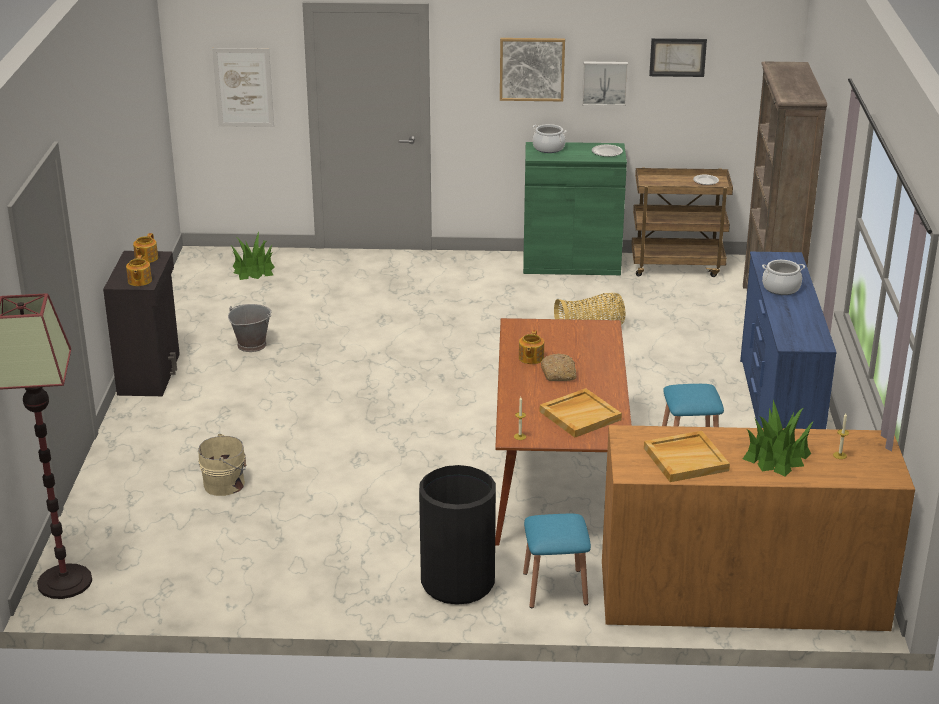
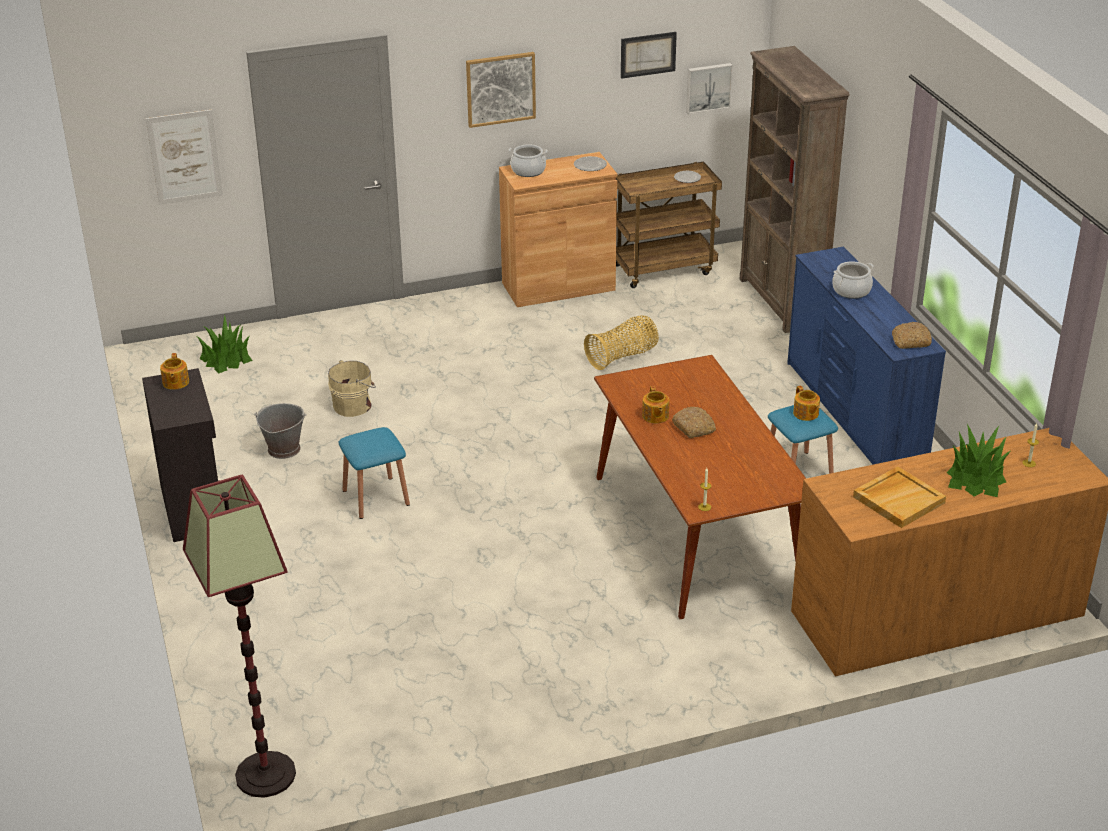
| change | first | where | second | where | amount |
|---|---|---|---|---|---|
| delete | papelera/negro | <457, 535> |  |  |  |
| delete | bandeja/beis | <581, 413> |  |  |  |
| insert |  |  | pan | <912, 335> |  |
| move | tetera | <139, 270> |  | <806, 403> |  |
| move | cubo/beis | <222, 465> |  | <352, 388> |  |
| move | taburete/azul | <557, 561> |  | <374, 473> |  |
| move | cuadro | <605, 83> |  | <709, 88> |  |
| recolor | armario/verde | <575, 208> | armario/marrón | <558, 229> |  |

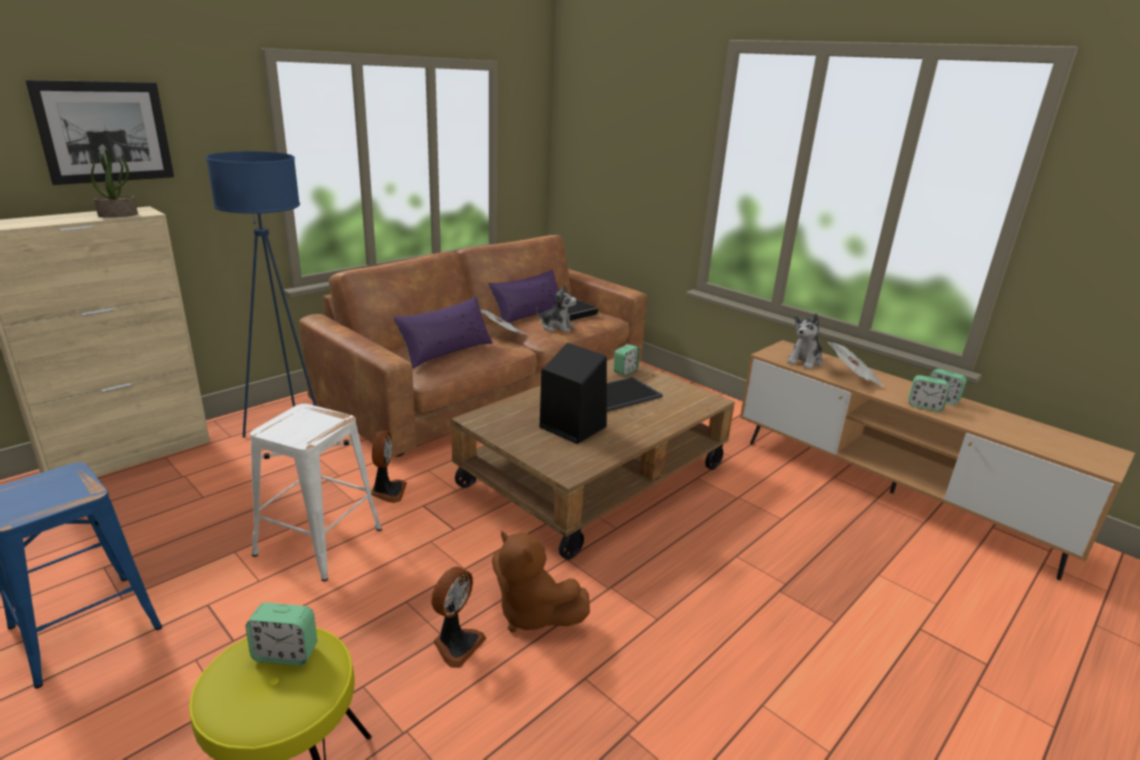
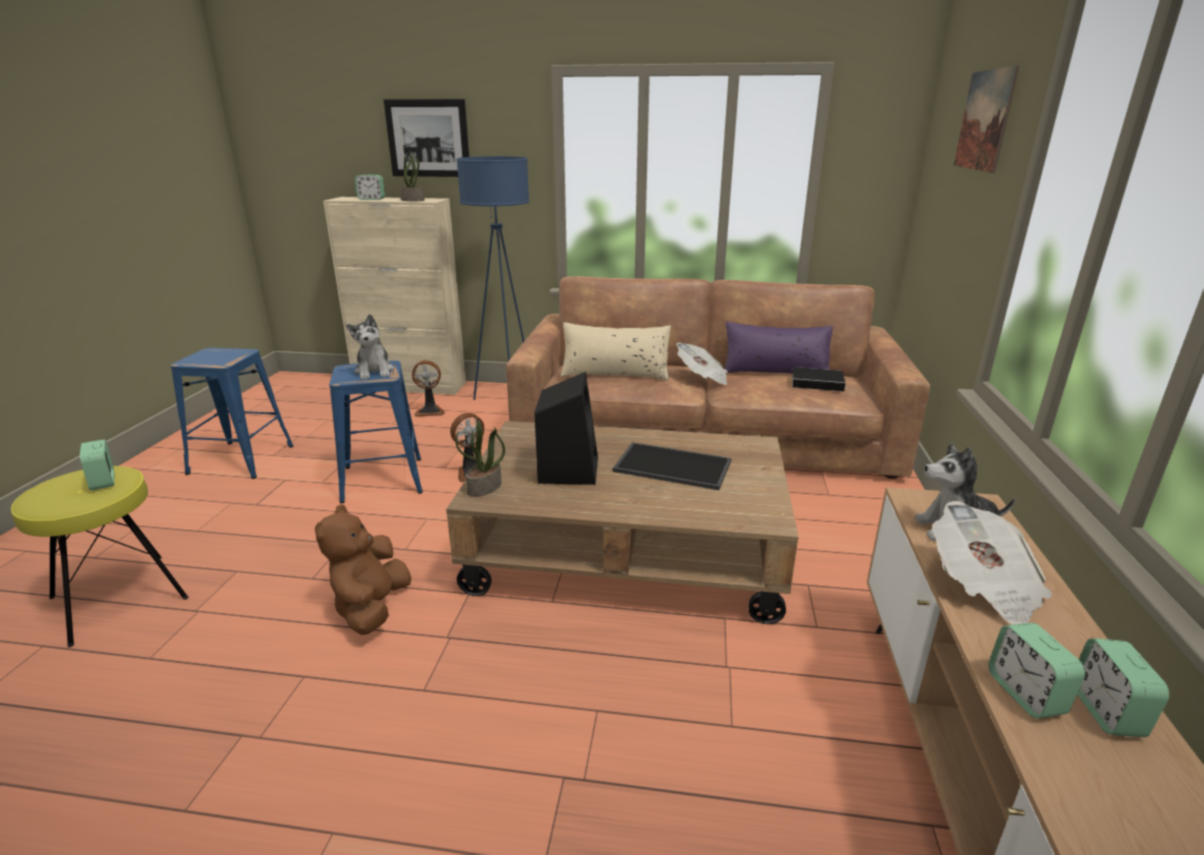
| change | first | where | second | where | amount |
|---|---|---|---|---|---|
| insert |  |  | planta en maceta | <480, 458> |  |
| insert |  |  | cuadro | <987, 119> |  |
| move | ventilador | <459, 617> |  | <428, 388> |  |
| move | peluche | <556, 309> |  | <370, 347> |  |
| move | despertador | <627, 359> |  | <370, 187> |  |
| recolor | taburete/blanco | <316, 492> | taburete/azul | <376, 432> |  |
| recolor | cojín/morado | <443, 332> | cojín/beis | <616, 351> |  |

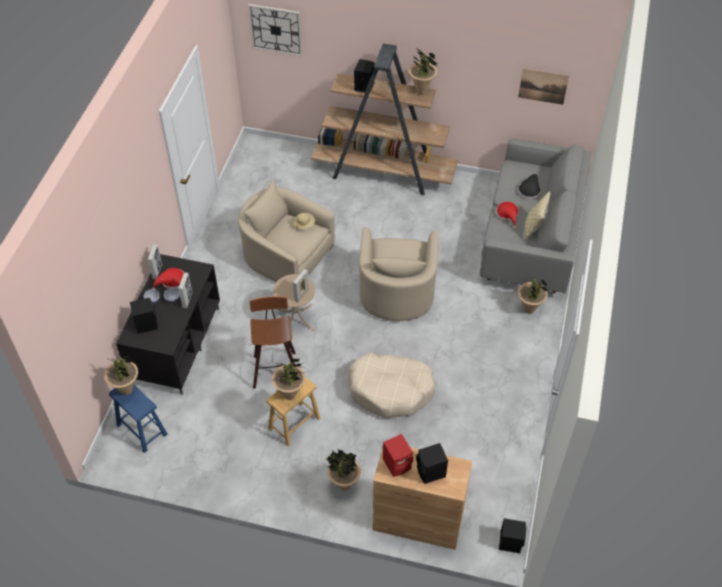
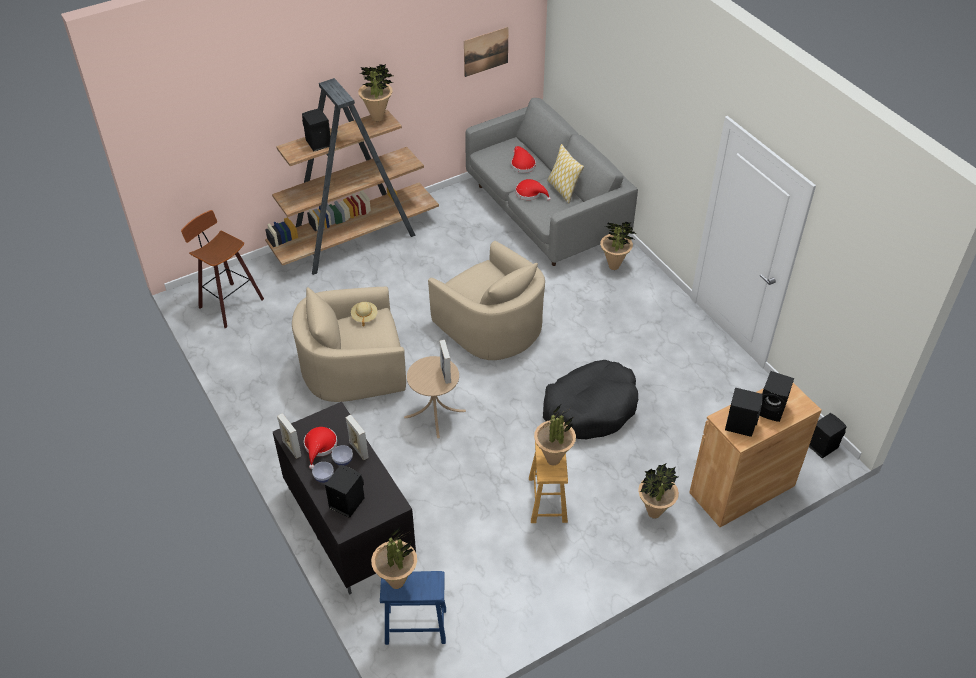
| change | first | where | second | where | amount |
|---|---|---|---|---|---|
| delete | reloj de pared | <275, 30> |  |  |  |
| move | taburete | <272, 342> |  | <222, 269> |  |
| recolor | cama para perro/beis | <392, 384> | cama para perro/negro | <590, 399> |  |
| recolor | altavoz/rojo | <398, 455> | altavoz/negro | <744, 412> |  |
| recolor | sombrero/negro | <529, 186> | sombrero/rojo | <523, 159> |  |

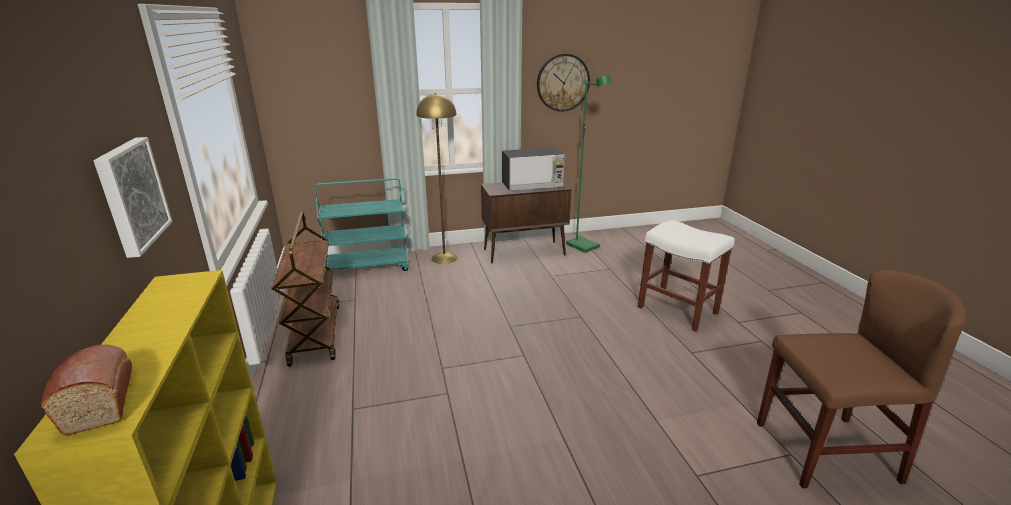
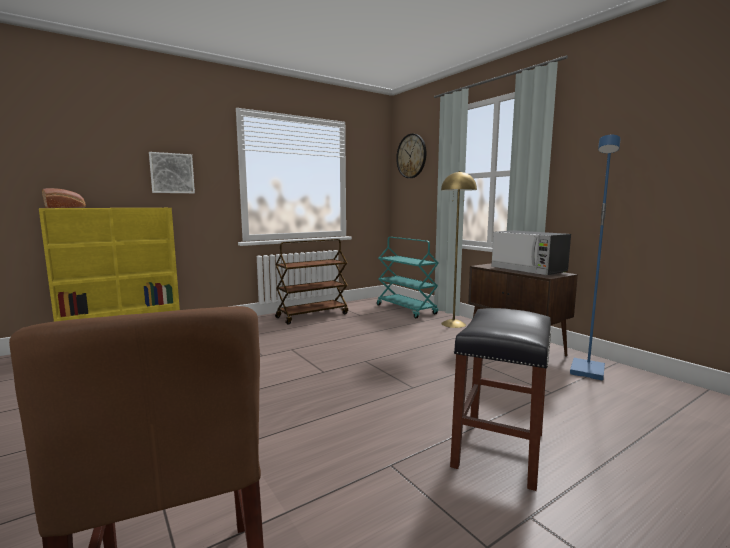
| change | first | where | second | where | amount |
|---|---|---|---|---|---|
| move | reloj de pared | <563, 83> |  | <411, 156> |  |
| recolor | lámpara de pie/verde | <588, 164> | lámpara de pie/azul | <595, 257> |  |
| recolor | taburete/blanco | <686, 276> | taburete/negro | <500, 399> |  |

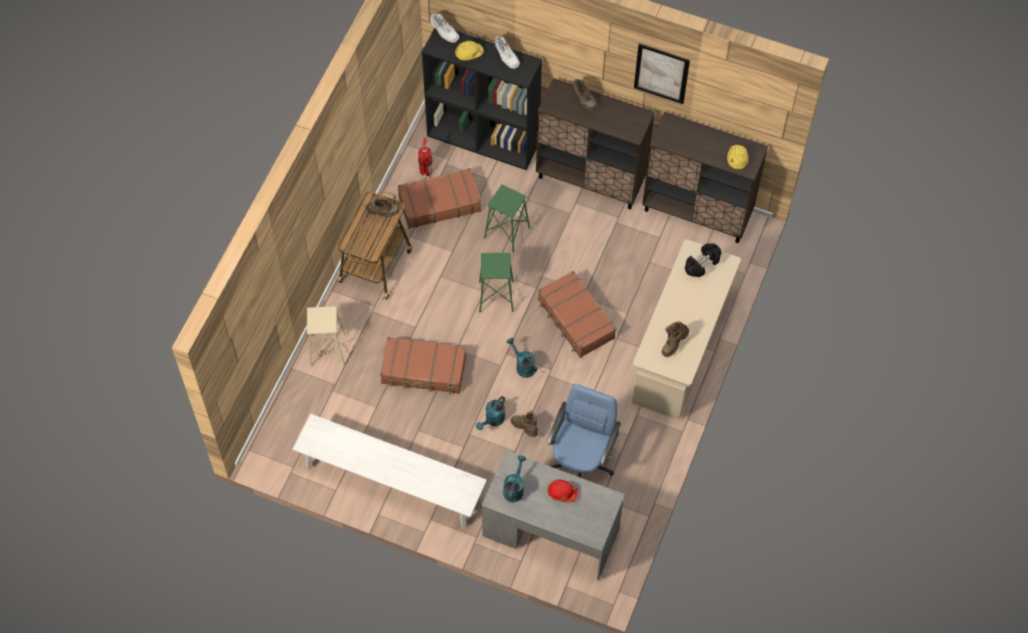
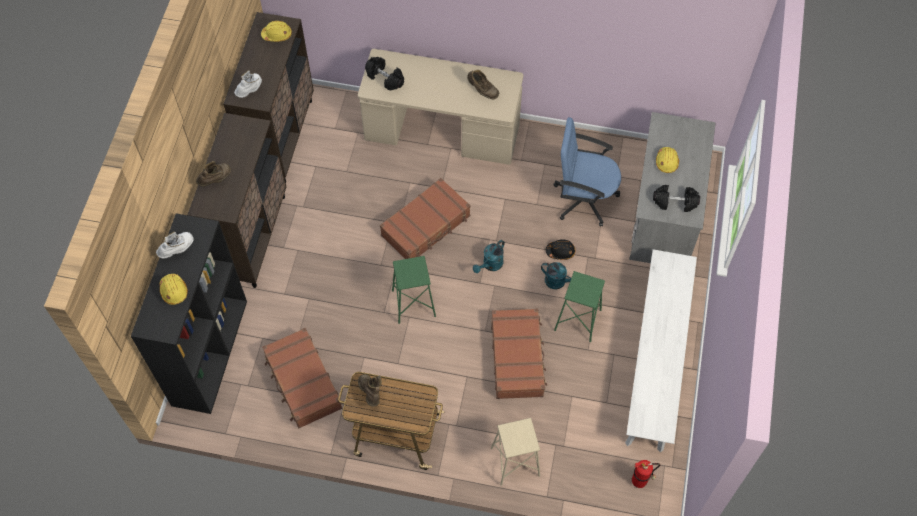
| change | first | where | second | where | amount |
|---|---|---|---|---|---|
| delete | cuadro | <662, 74> |  |  |  |
| move | extintor | <425, 158> |  | <646, 474> |  |
| move | bota/blanco | <444, 28> |  | <248, 84> |  |
| move | taburete/verde | <507, 218> |  | <579, 306> |  |
| replace | regadera/turquesa | <514, 479> | mancuerna/negro | <676, 198> |  |
| replace | bota/marrón | <524, 423> | casco/negro | <560, 249> |  |
| recolor | casco/rojo | <562, 490> | casco/amarillo | <667, 160> |  |

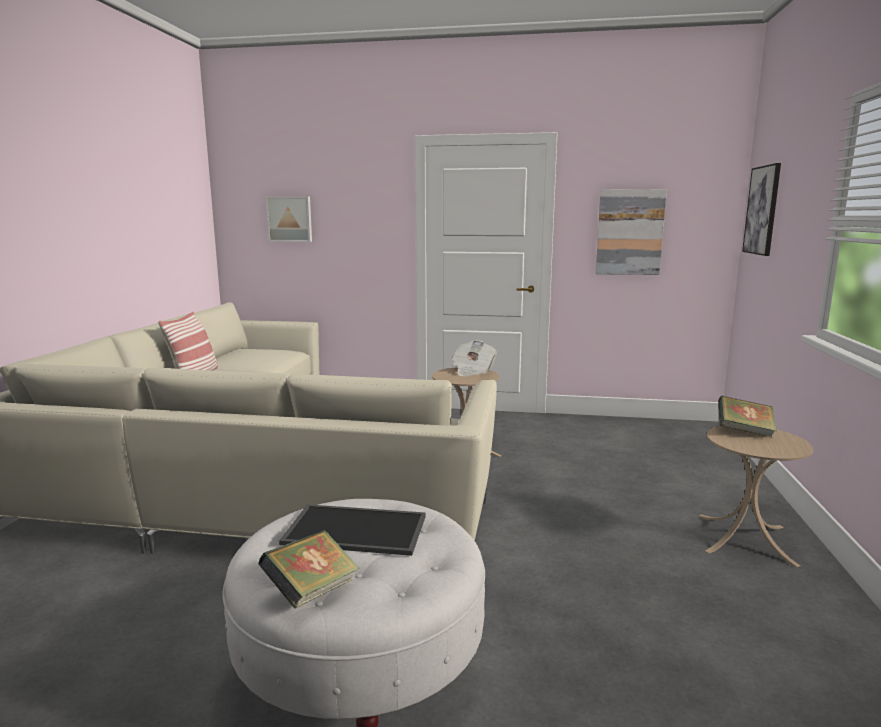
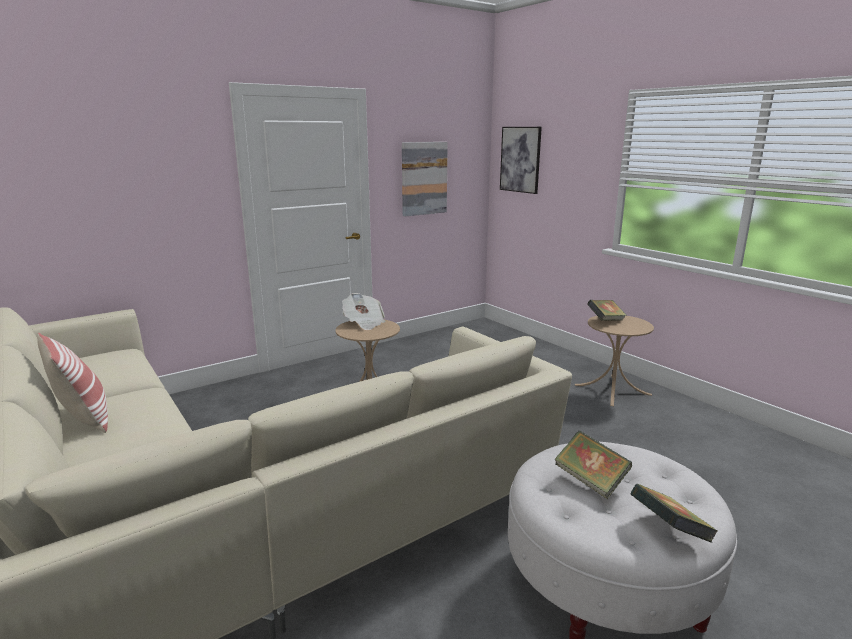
| change | first | where | second | where | amount |
|---|---|---|---|---|---|
| delete | cuadro | <289, 219> |  |  |  |
| replace | bandeja | <352, 530> | libro | <593, 465> |  |

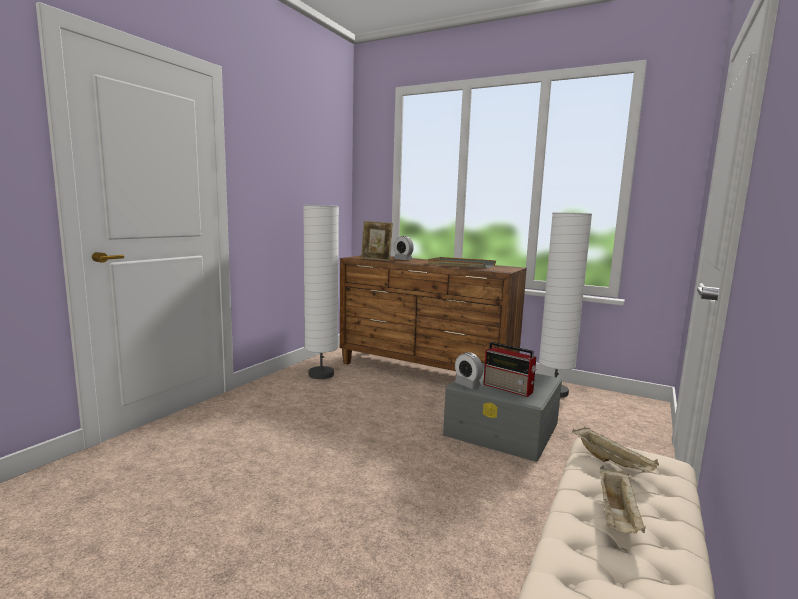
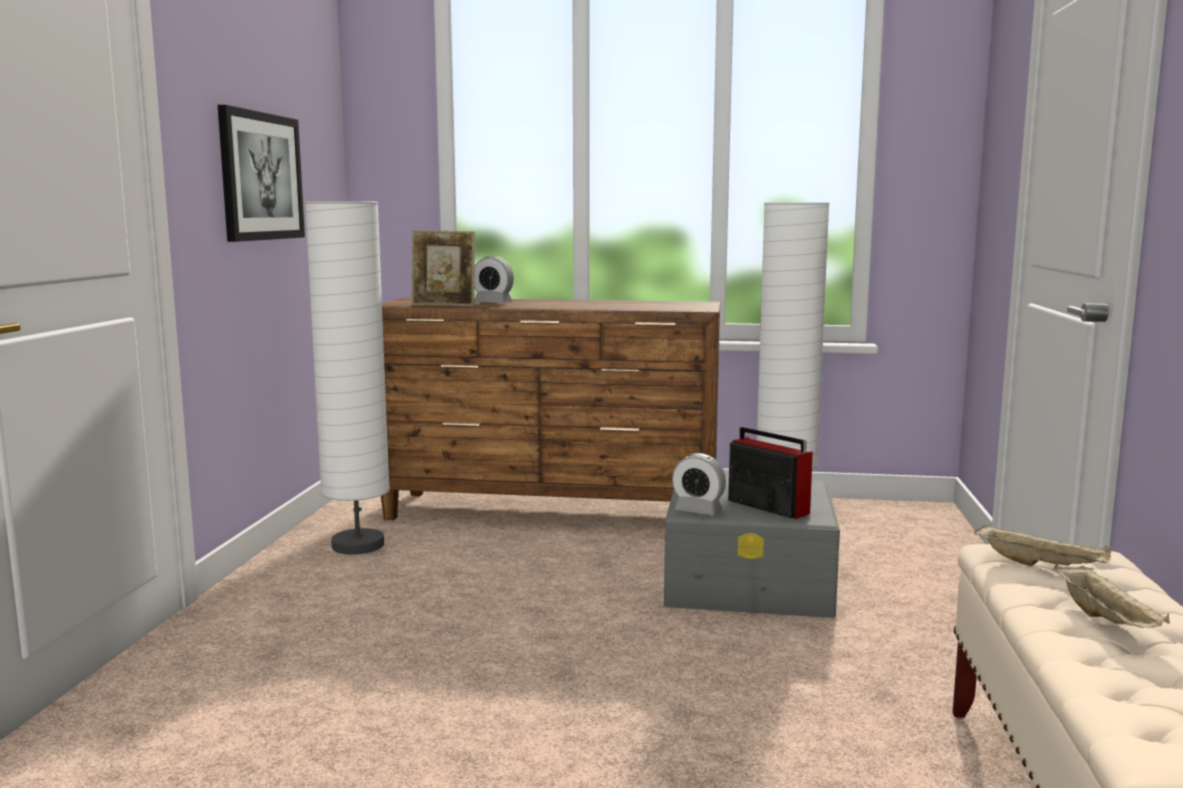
| change | first | where | second | where | amount |
|---|---|---|---|---|---|
| delete | bandeja/gris | <462, 262> |  |  |  |
| insert |  |  | cuadro | <261, 173> |  |
| rotate | radio | <510, 369> |  | <770, 473> | 150 degrees counterclockwise |

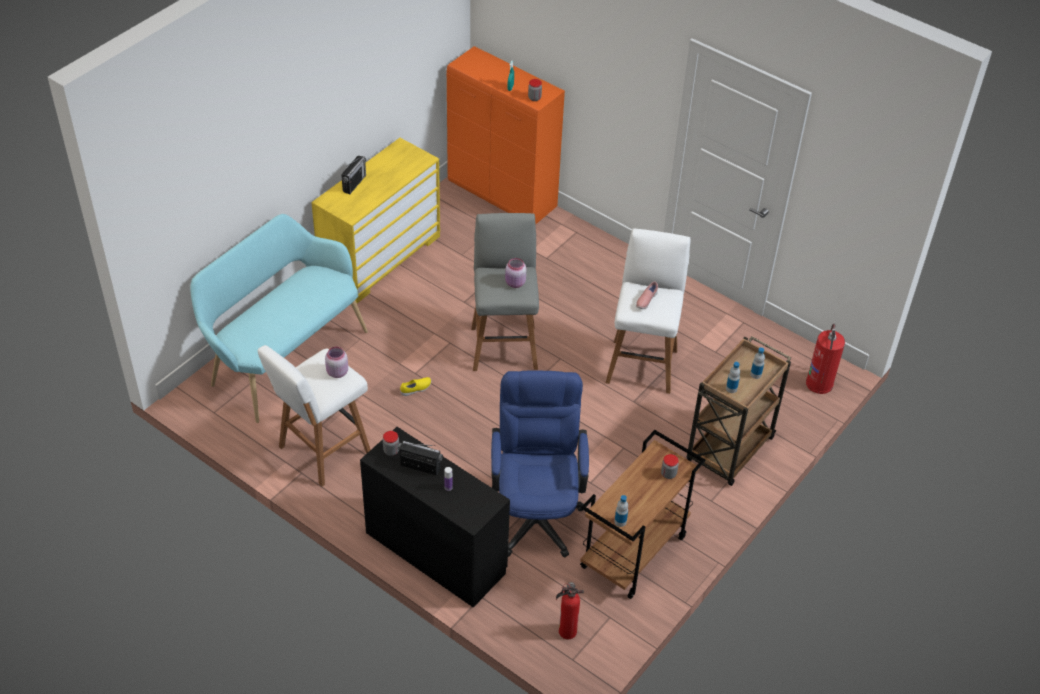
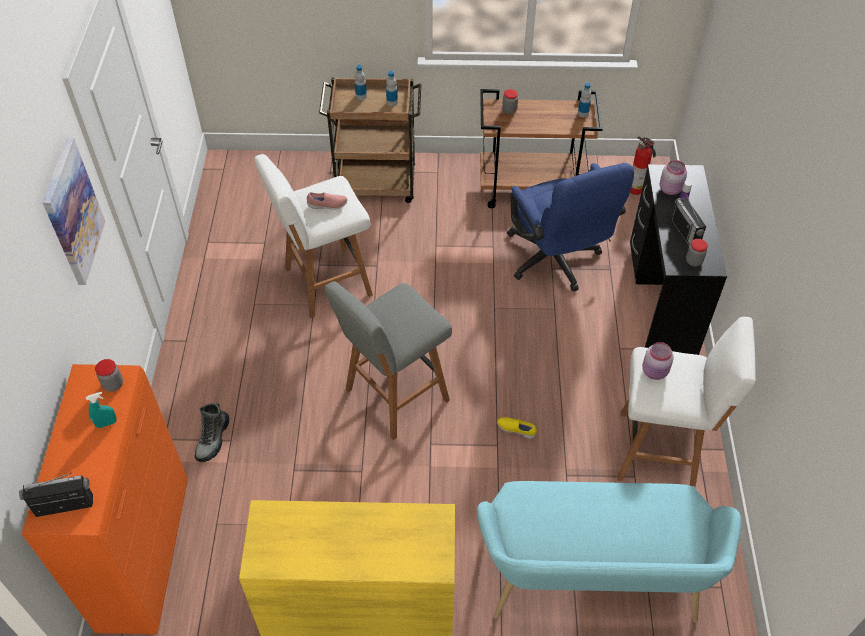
| change | first | where | second | where | amount |
|---|---|---|---|---|---|
| delete | extintor | <825, 358> |  |  |  |
| insert |  |  | cuadro | <74, 211> |  |
| insert |  |  | bota | <212, 432> |  |
| move | radio | <353, 175> |  | <56, 495> |  |
| move | tarro/rosa | <515, 273> |  | <673, 177> |  |
| rotate | silla de oficina/azul | <540, 464> |  | <570, 227> | 75 degrees counterclockwise |

